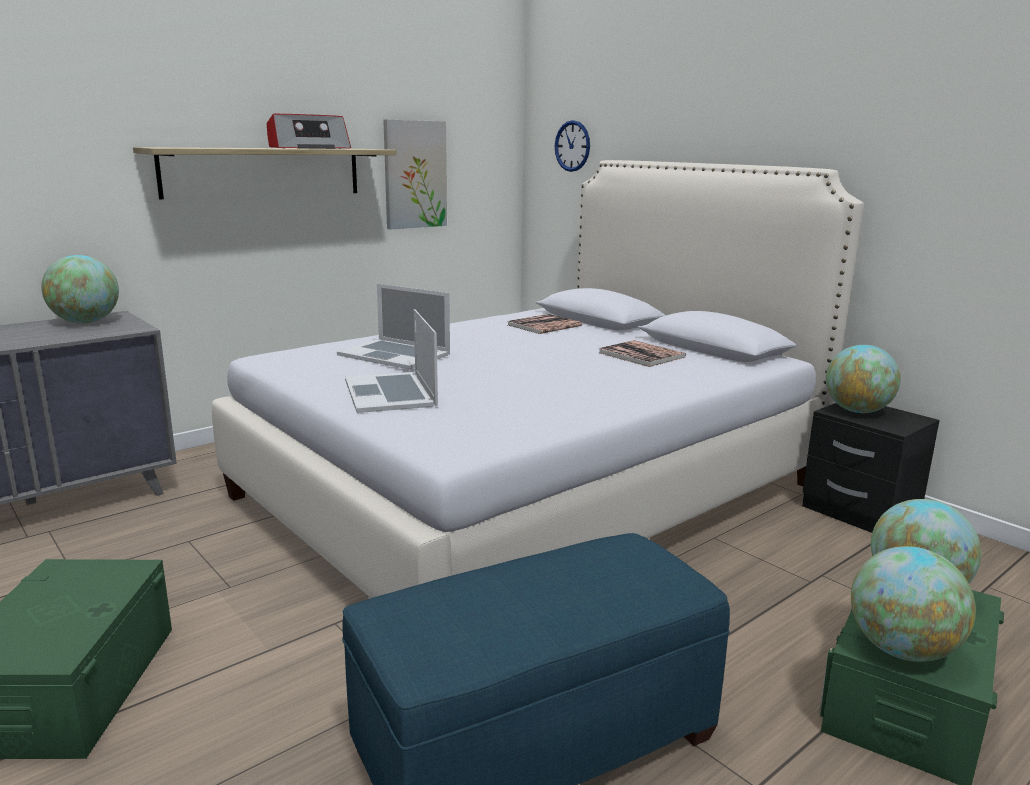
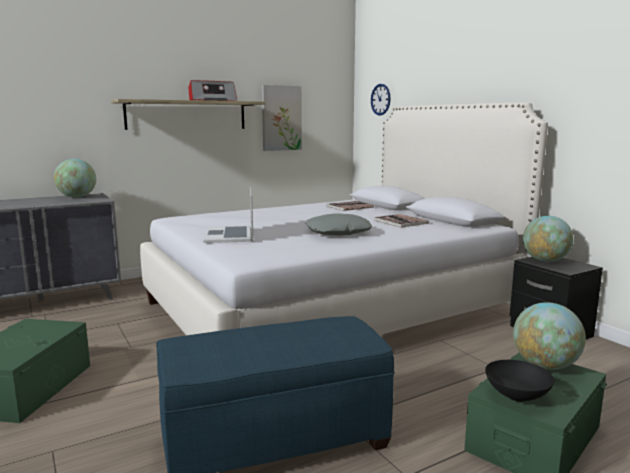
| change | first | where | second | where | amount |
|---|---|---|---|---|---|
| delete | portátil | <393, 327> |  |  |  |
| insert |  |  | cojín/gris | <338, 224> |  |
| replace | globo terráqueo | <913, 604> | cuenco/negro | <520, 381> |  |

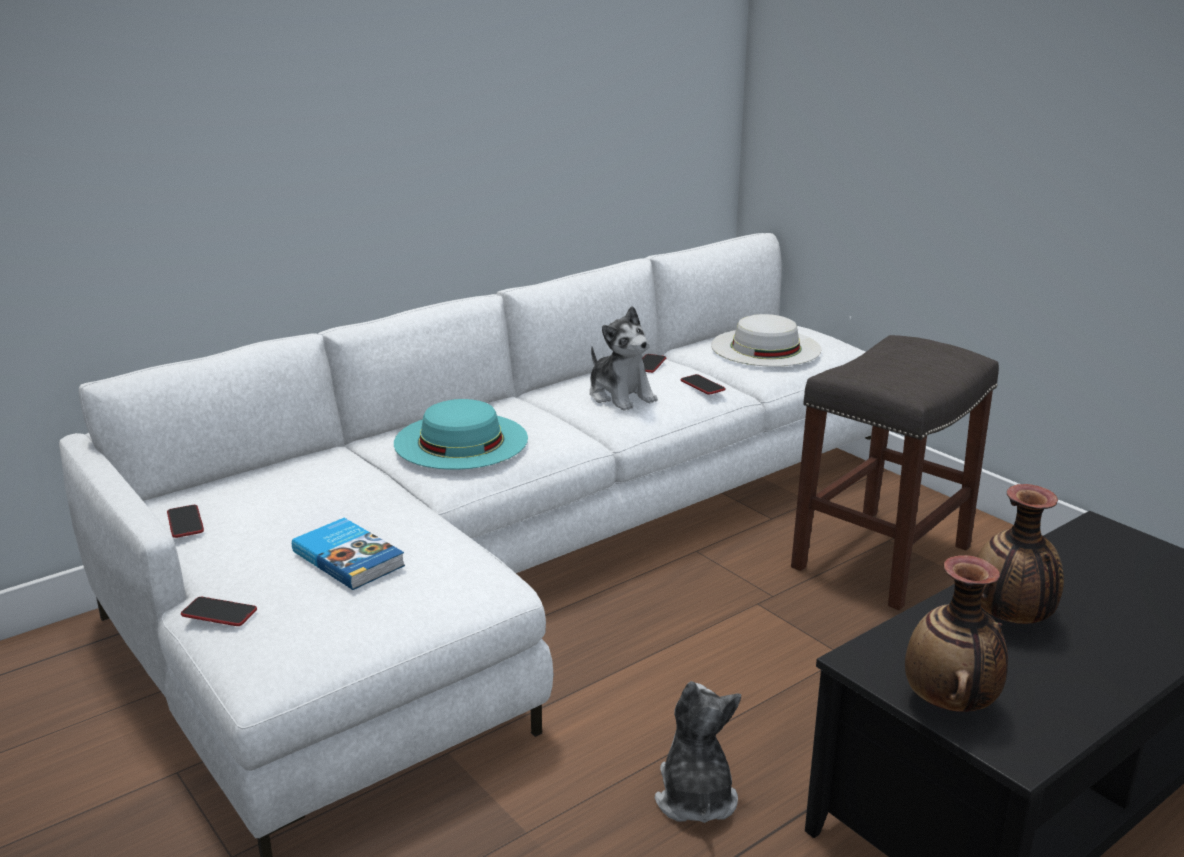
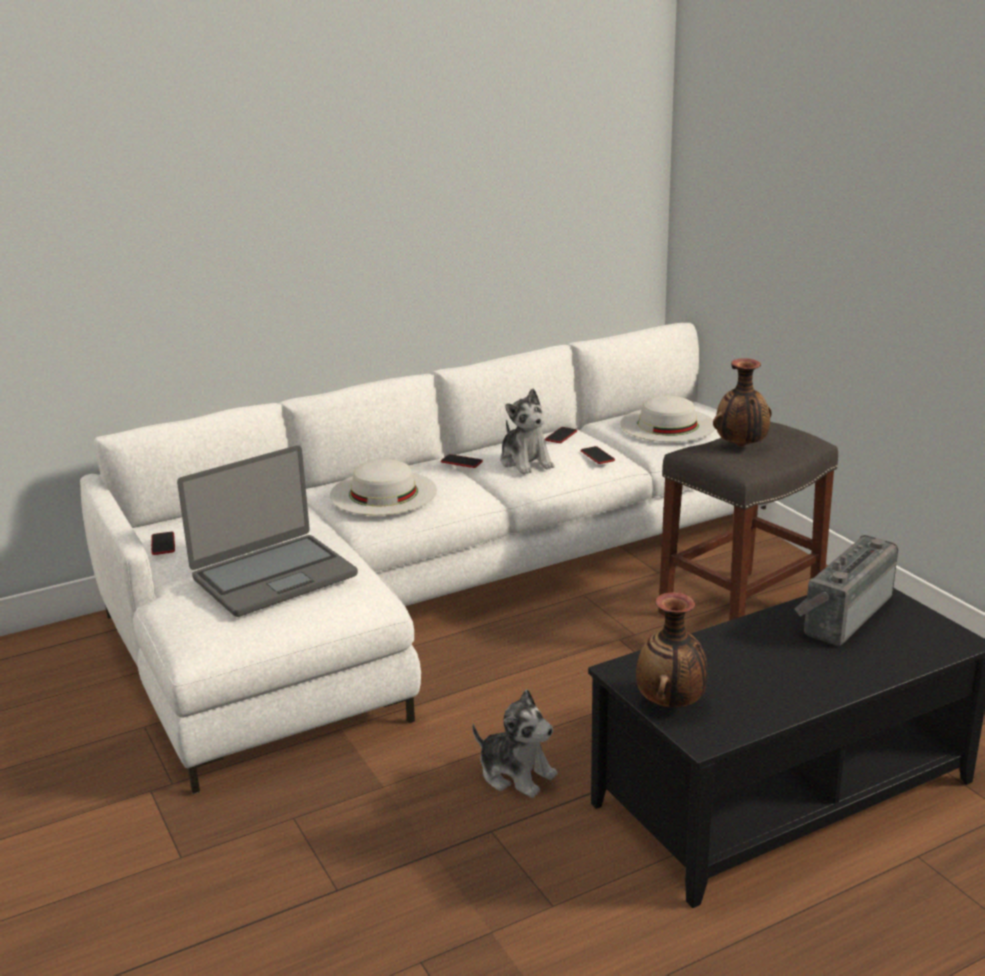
| change | first | where | second | where | amount |
|---|---|---|---|---|---|
| insert |  |  | radio | <846, 590> |  |
| move | móvil | <219, 611> |  | <462, 461> |  |
| move | florero | <1020, 554> |  | <742, 402> |  |
| replace | libro | <348, 554> | portátil | <267, 531> |  |
| recolor | sombrero/turquesa | <461, 434> | sombrero/blanco | <383, 487> |  |
| rotate | peluche | <698, 752> |  | <515, 743> | 120 degrees clockwise |

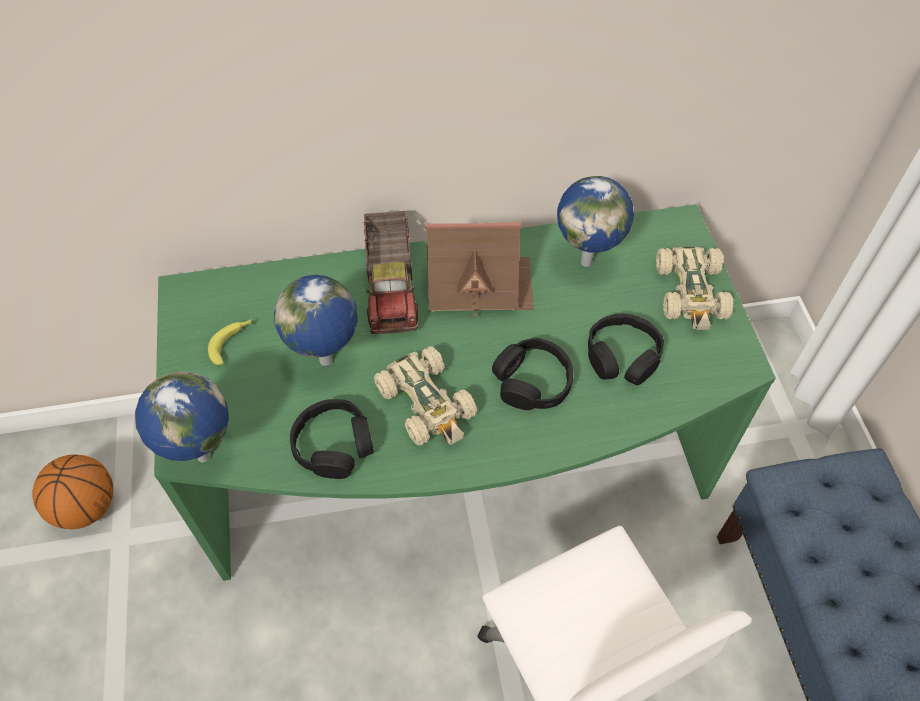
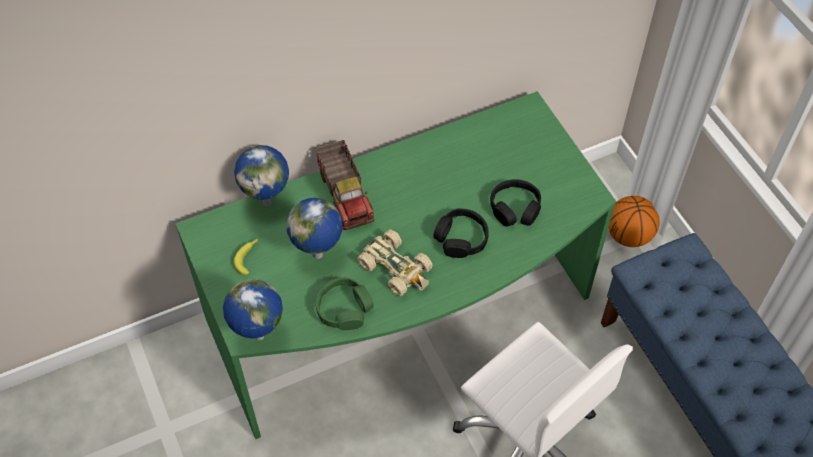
| change | first | where | second | where | amount |
|---|---|---|---|---|---|
| delete | casita | <479, 270> |  |  |  |
| delete | coche de juguete/beis | <694, 288> |  |  |  |
| move | balón de baloncesto | <73, 491> |  | <634, 221> |  |
| move | globo terráqueo | <595, 221> |  | <261, 176> |  |
| recolor | auriculares/negro | <332, 439> | auriculares/verde | <345, 303> |  |

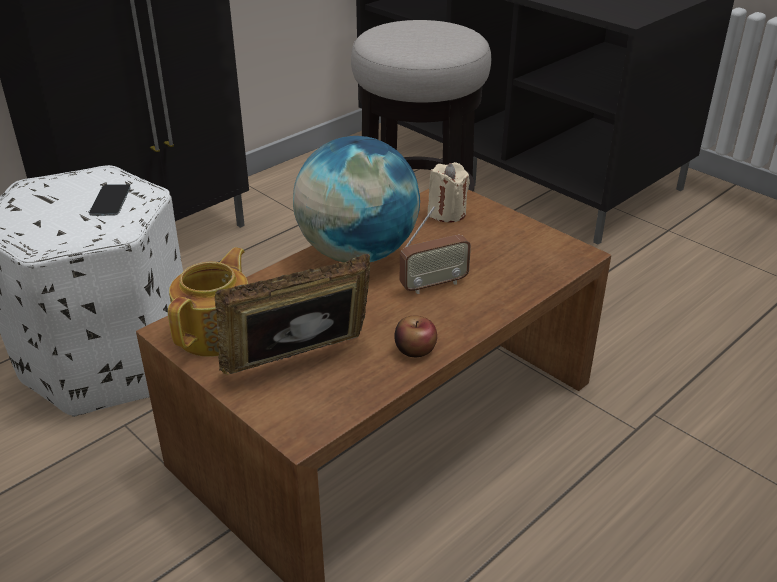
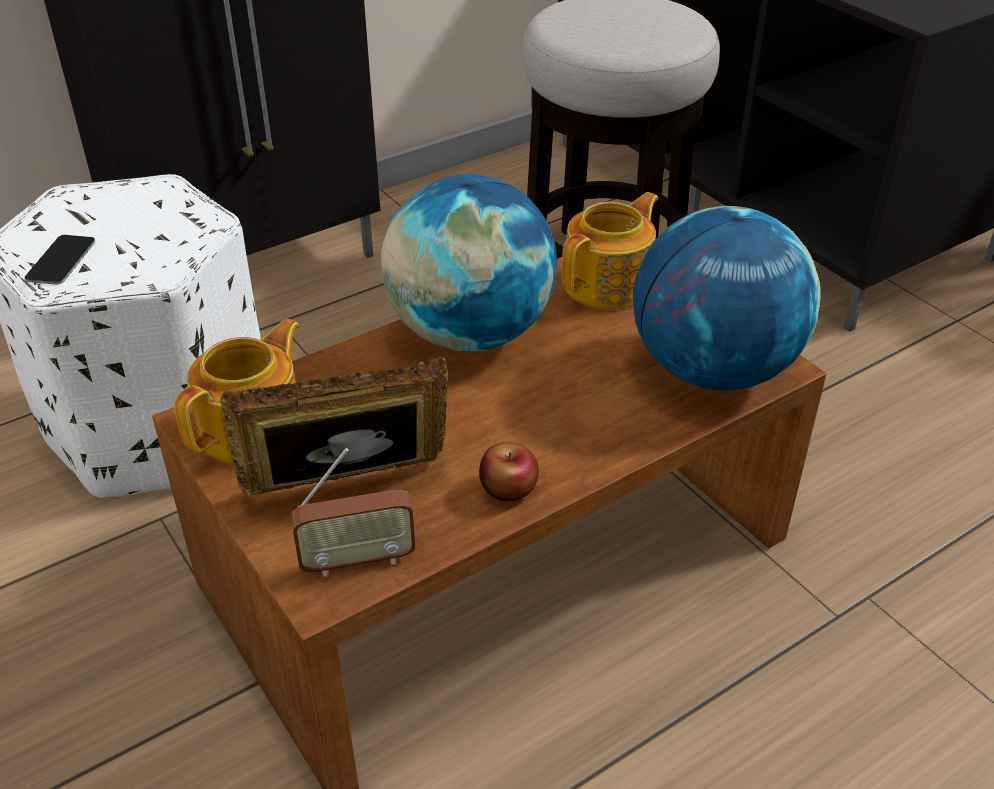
| change | first | where | second | where | amount |
|---|---|---|---|---|---|
| insert |  |  | globo terráqueo | <727, 298> |  |
| move | móvil | <110, 200> |  | <60, 260> |  |
| move | radio | <435, 250> |  | <353, 512> |  |
| replace | vela/beis | <449, 192> | tetera | <609, 251> |  |

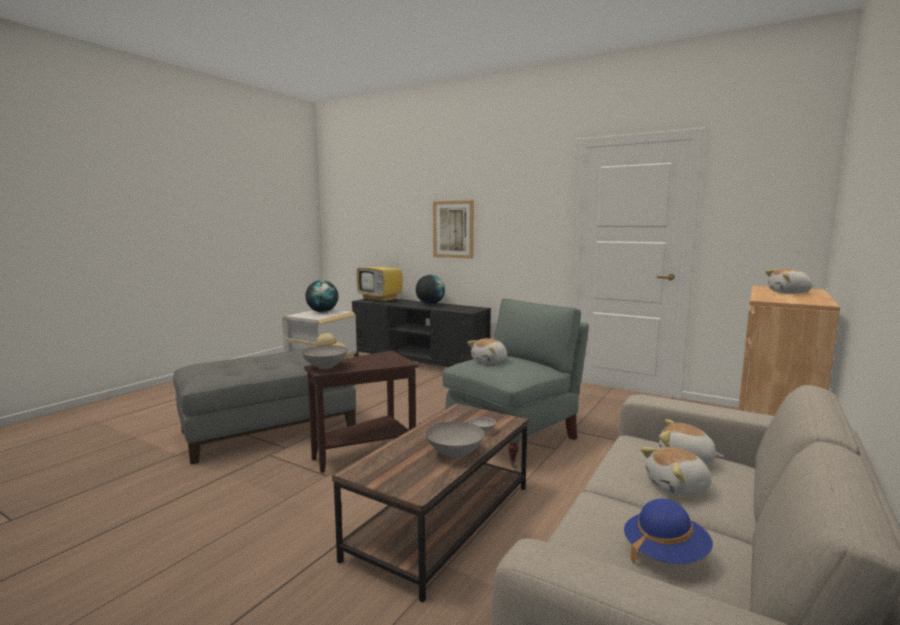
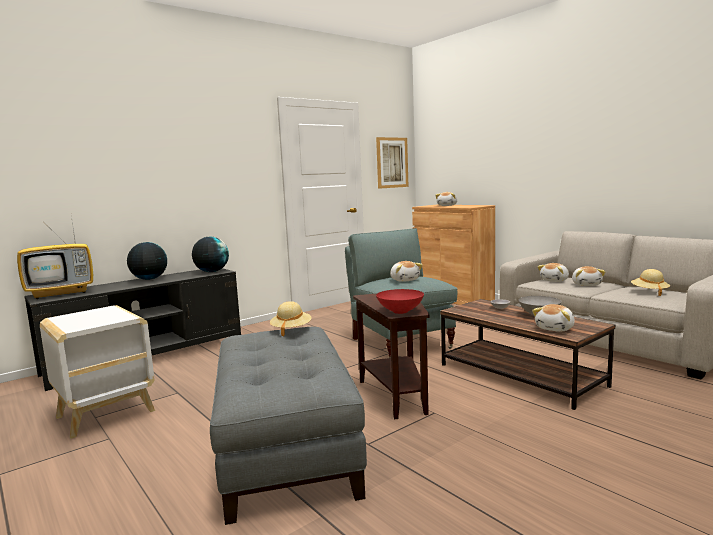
| change | first | where | second | where | amount |
|---|---|---|---|---|---|
| insert |  |  | peluche | <553, 318> |  |
| move | globo terráqueo | <321, 296> |  | <210, 254> |  |
| move | cuadro | <453, 229> |  | <392, 163> |  |
| recolor | cuenco/gris | <324, 357> | cuenco/rojo | <400, 301> |  |
| recolor | sombrero/azul | <668, 531> | sombrero/beis | <650, 282> |  |

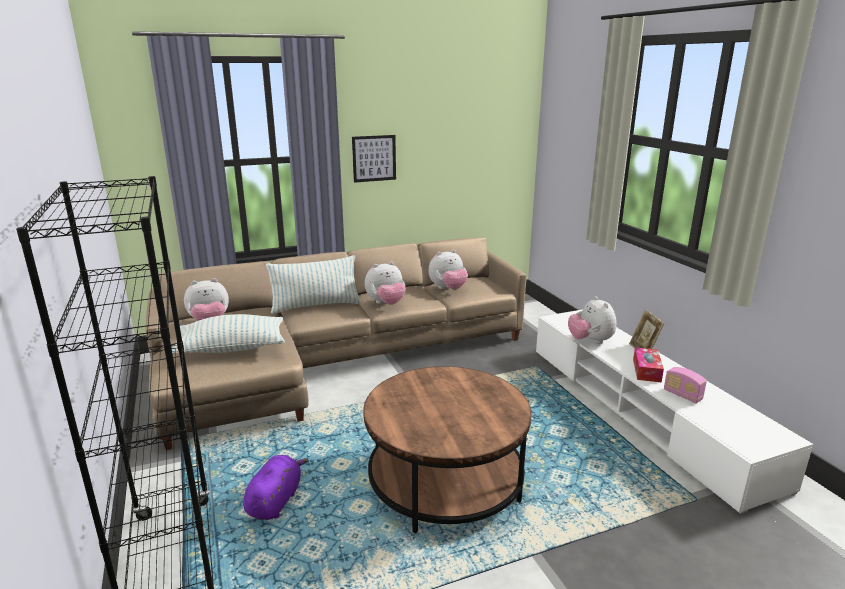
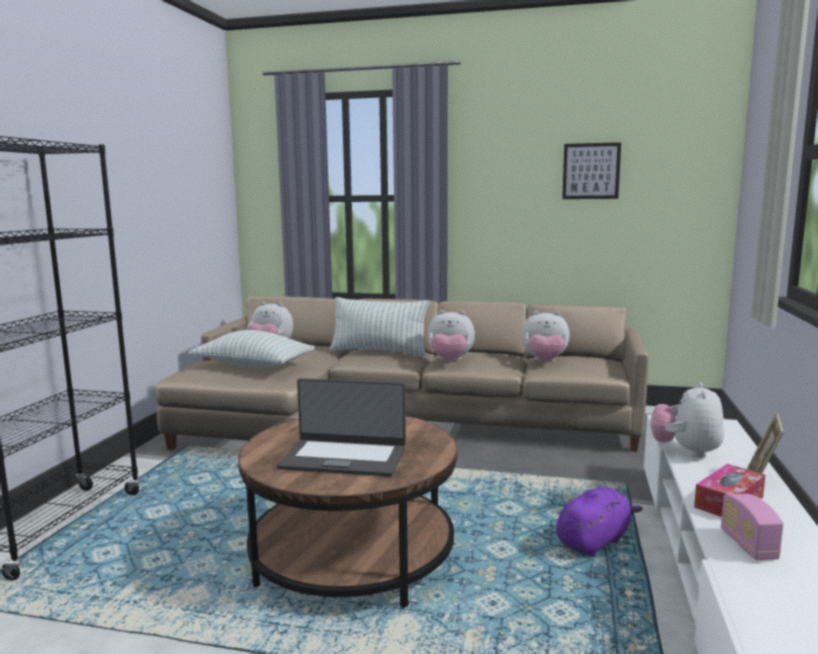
| change | first | where | second | where | amount |
|---|---|---|---|---|---|
| insert |  |  | portátil | <341, 427> |  |
| move | peluche/morado | <275, 487> |  | <599, 522> |  |
| move | cuadro | <374, 159> |  | <591, 170> |  |

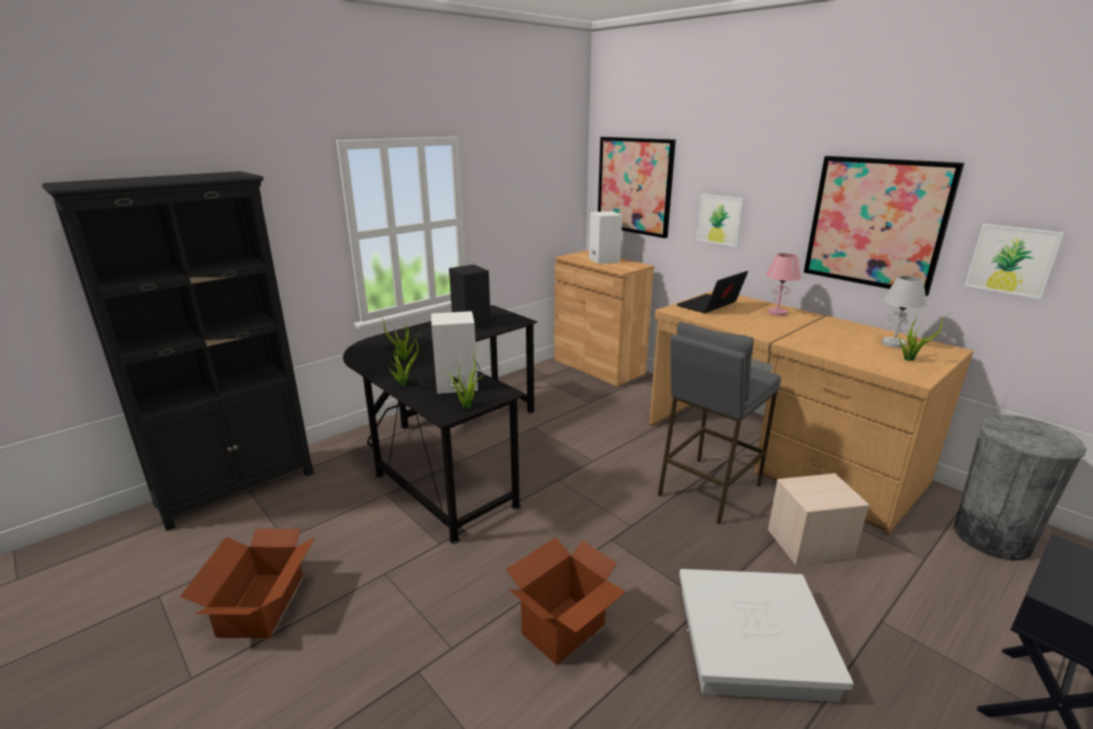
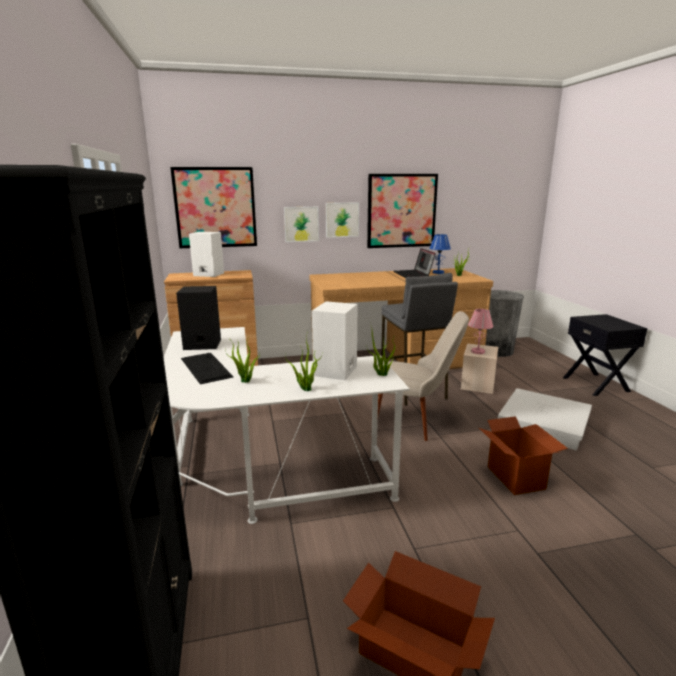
| change | first | where | second | where | amount |
|---|---|---|---|---|---|
| insert |  |  | silla/beis | <420, 376> |  |
| move | portátil | <712, 292> |  | <415, 263> |  |
| move | lámpara de mesa/rosa | <783, 284> |  | <480, 331> |  |
| move | cuadro | <1014, 261> |  | <342, 220> |  |
| recolor | escritorio/negro | <440, 424> | escritorio/blanco | <286, 425> |  |
| recolor | lámpara de mesa/blanco | <904, 311> | lámpara de mesa/azul | <440, 254> |  |

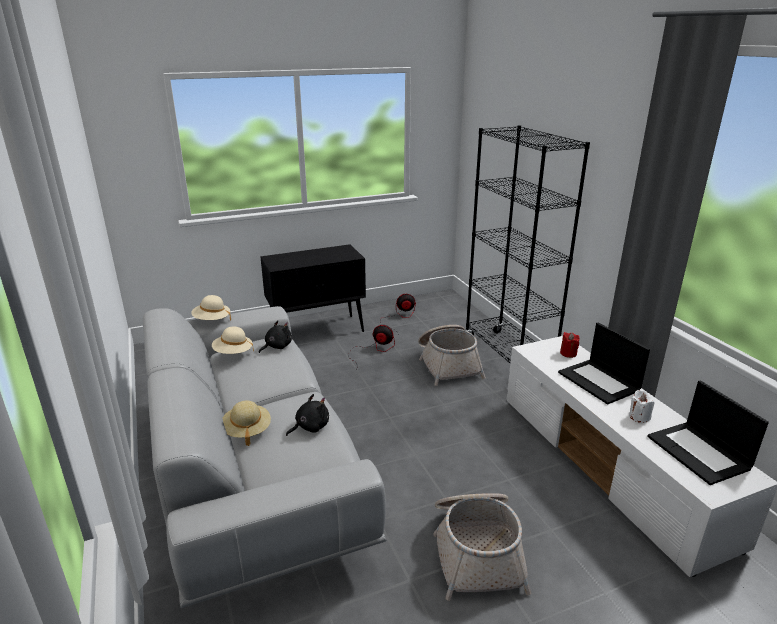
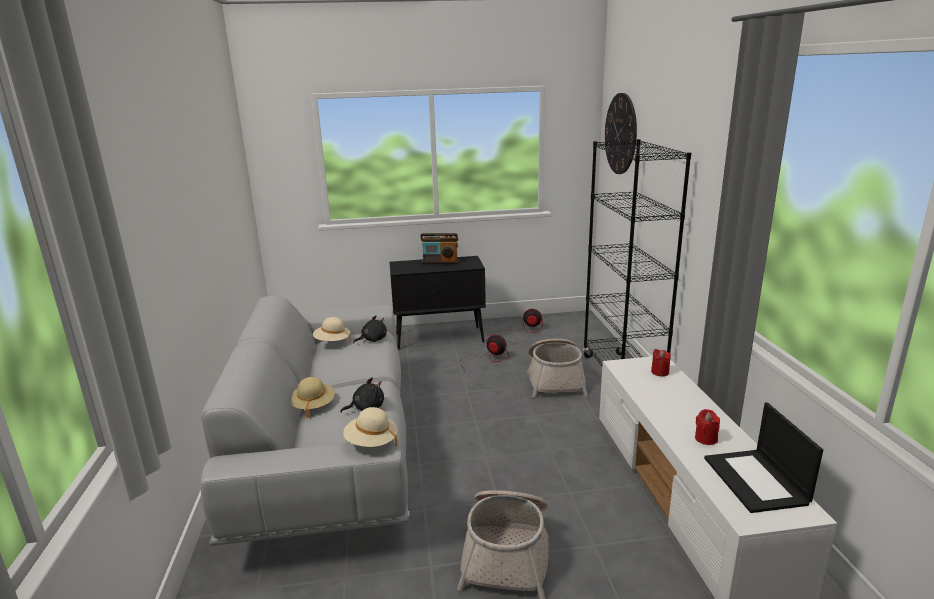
| change | first | where | second | where | amount |
|---|---|---|---|---|---|
| delete | portátil | <604, 363> |  |  |  |
| insert |  |  | radio | <440, 248> |  |
| insert |  |  | reloj de pared | <621, 133> |  |
| move | sombrero/beis | <211, 308> |  | <370, 427> |  |
| recolor | vela/blanco | <642, 406> | vela/rojo | <707, 427> |  |

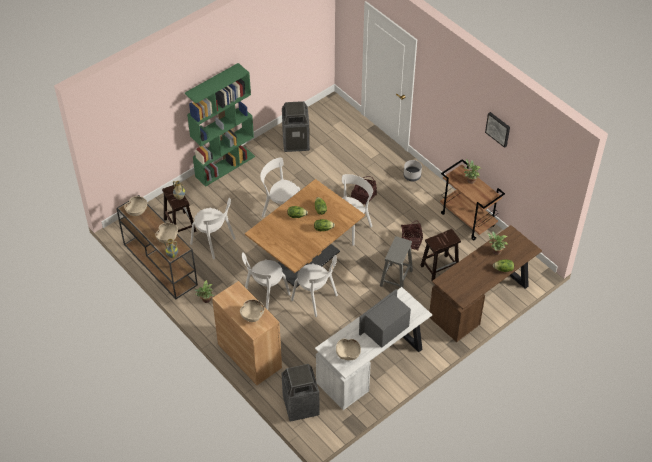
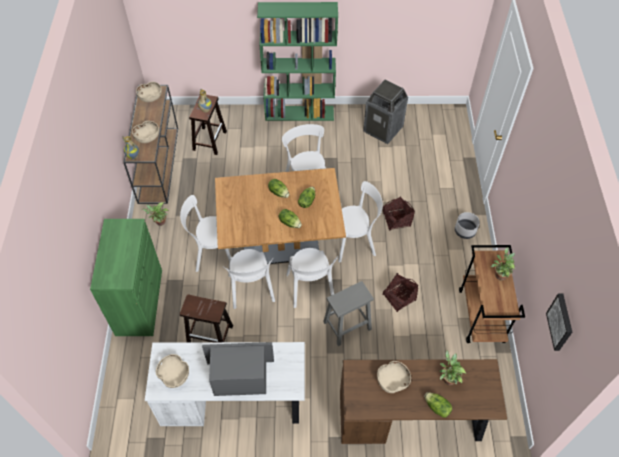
| change | first | where | second | where | amount |
|---|---|---|---|---|---|
| delete | papelera | <300, 393> |  |  |  |
| move | silla/blanco | <213, 228> |  | <312, 278> |  |
| move | cuenco/beis | <252, 310> |  | <394, 377> |  |
| move | taburete/marrón | <440, 255> |  | <206, 318> |  |
| move | cuadro | <497, 130> |  | <559, 322> |  |
| recolor | armario/marrón | <247, 333> | armario/verde | <126, 277> |  |

